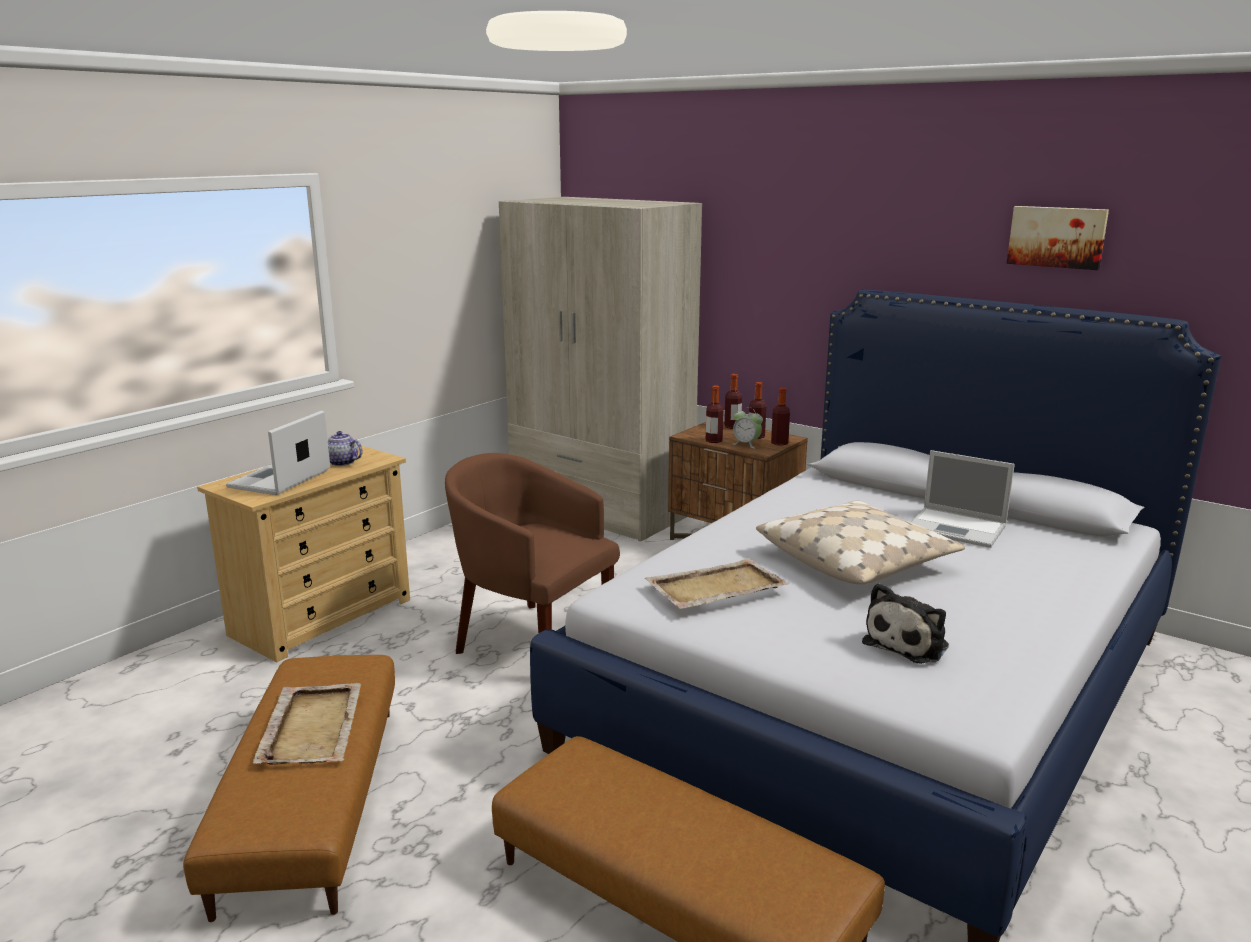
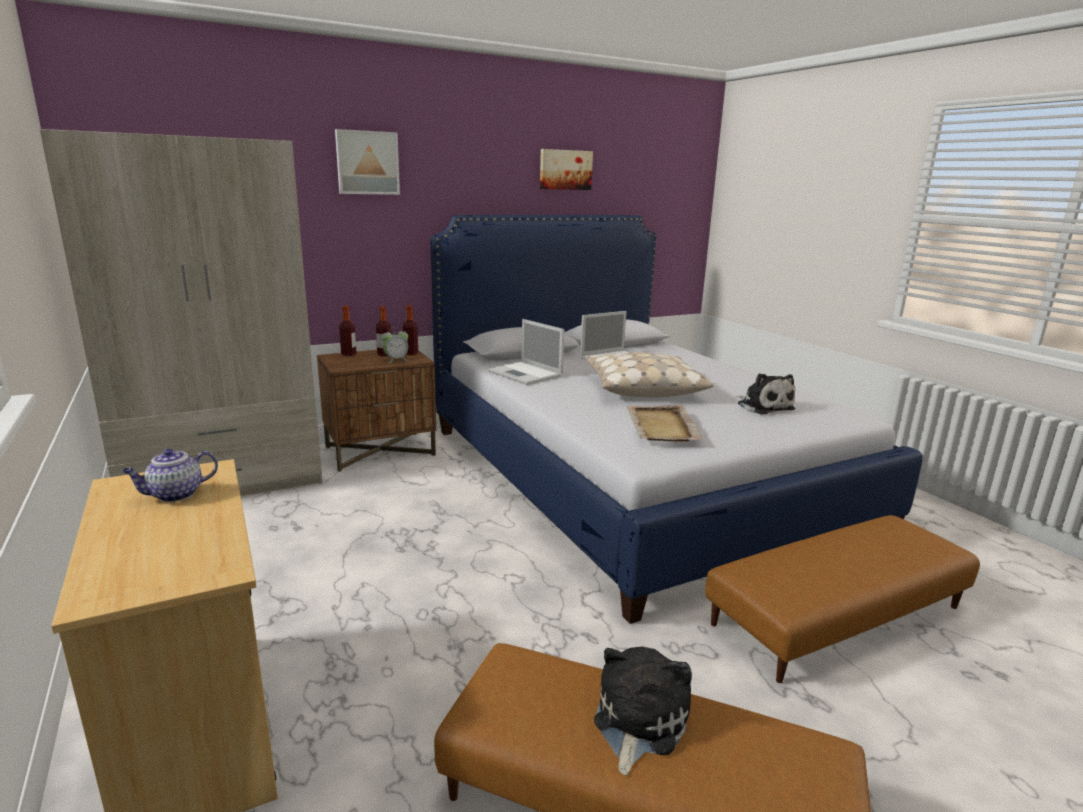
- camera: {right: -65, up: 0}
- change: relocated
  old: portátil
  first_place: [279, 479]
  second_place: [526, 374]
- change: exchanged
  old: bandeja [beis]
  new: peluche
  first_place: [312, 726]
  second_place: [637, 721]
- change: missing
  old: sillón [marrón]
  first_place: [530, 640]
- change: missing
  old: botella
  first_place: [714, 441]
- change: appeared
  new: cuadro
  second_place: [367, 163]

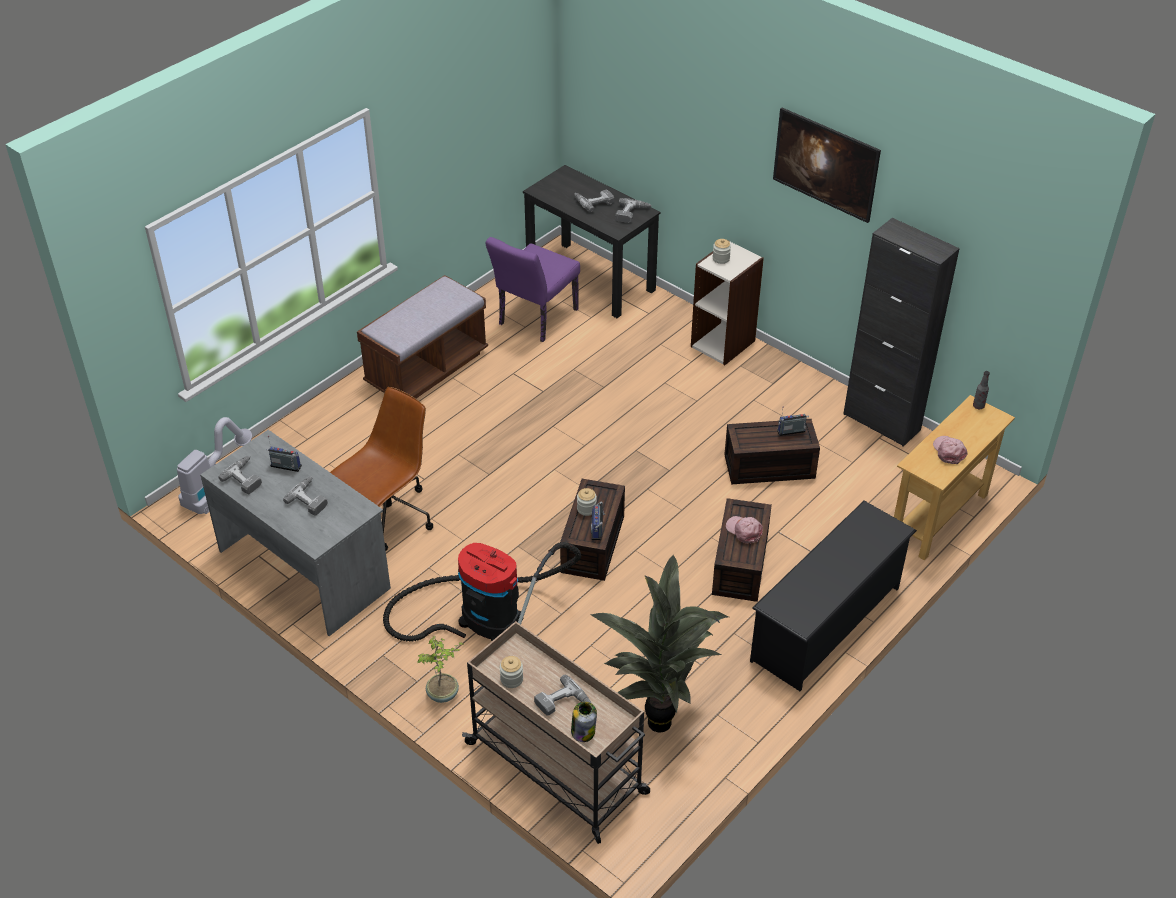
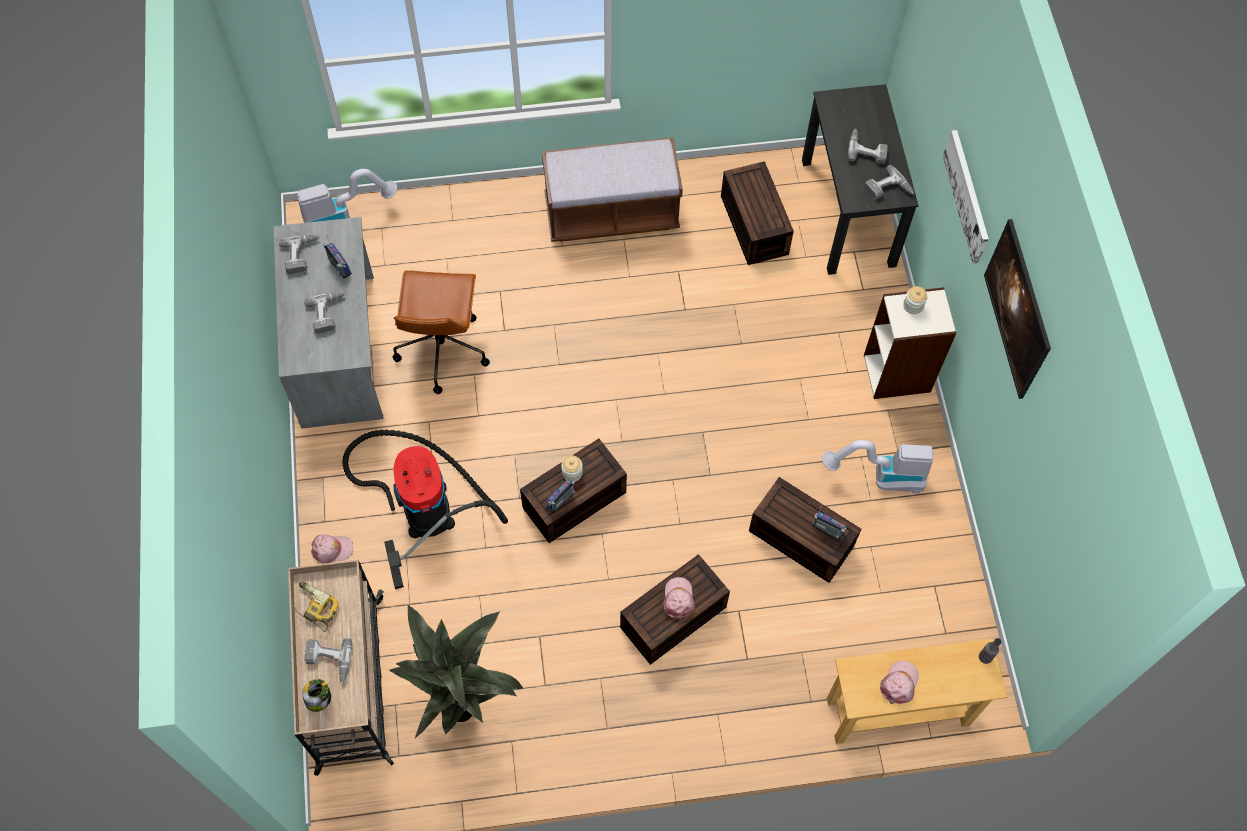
- camera: {right: 40, up: 20}
- change: spun
  old: silla de oficina [marrón]
  first_place: [388, 518]
  second_place: [442, 348]
  degrees: 105
- change: exchanged
  old: planta en maceta
  new: gorra [rosa]
  first_place: [443, 694]
  second_place: [332, 549]
- change: exchanged
  old: silla [morado]
  new: caja de almacenaje [marrón]
  first_place: [534, 320]
  second_place: [752, 224]
- change: exchanged
  old: tarro
  new: taladro
  first_place: [511, 679]
  second_place: [314, 607]
- change: missing
  old: zapatero [negro]
  first_place: [826, 623]
- change: missing
  old: armario [negro]
  first_place: [881, 422]
- change: appeared
  new: aspiradora
  second_place: [880, 477]
- change: appeared
  new: cuadro
  second_place: [967, 196]

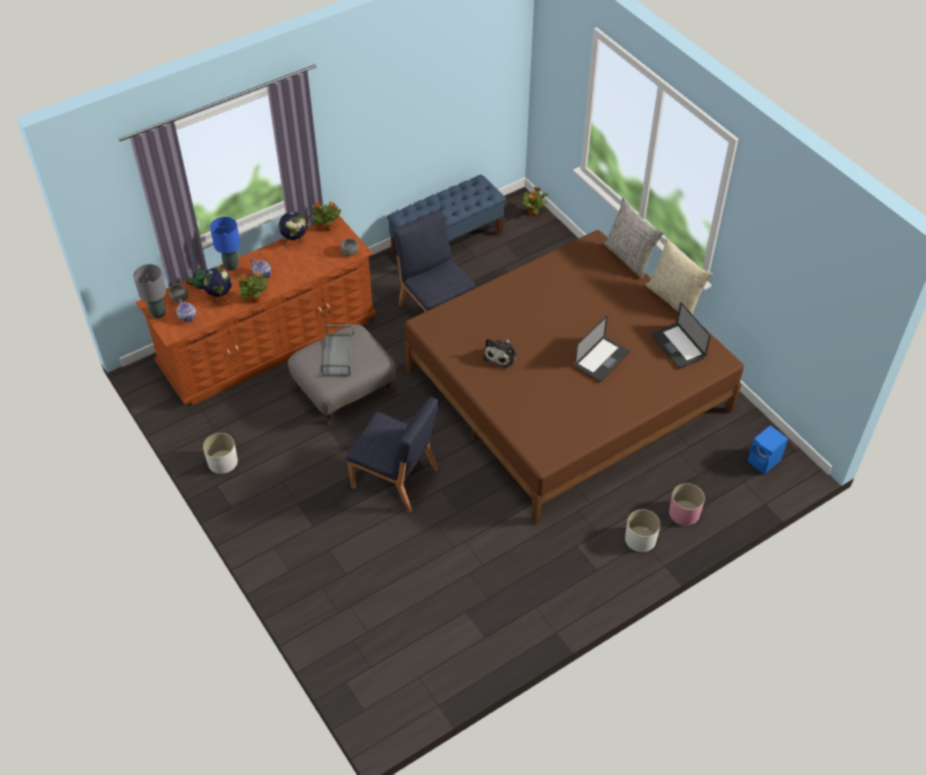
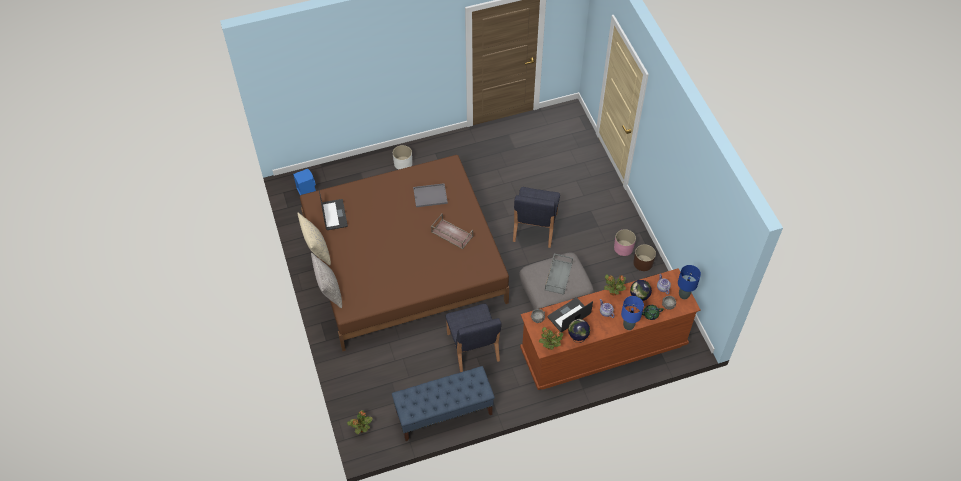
- camera: {right: -165, up: 5}
- change: colour
  old: lámpara de mesa [gris]
  new: lámpara de mesa [azul]
  first_place: [158, 313]
  second_place: [684, 295]
- change: colour
  old: maceta [blanco]
  new: maceta [marrón]
  first_place: [223, 461]
  second_place: [643, 263]
- change: spun
  old: silla [azul]
  first_place: [395, 479]
  second_place: [534, 228]
  degrees: -120
- change: exchanged
  old: peluche
  new: bandeja [marrón]
  first_place: [501, 355]
  second_place: [451, 234]
- change: relocated
  old: portátil
  first_place: [602, 360]
  second_place: [569, 315]
- change: relocated
  old: maceta [rosa]
  first_place: [684, 512]
  second_place: [623, 248]
- change: appeared
  new: bandeja [gris]
  second_place: [429, 196]

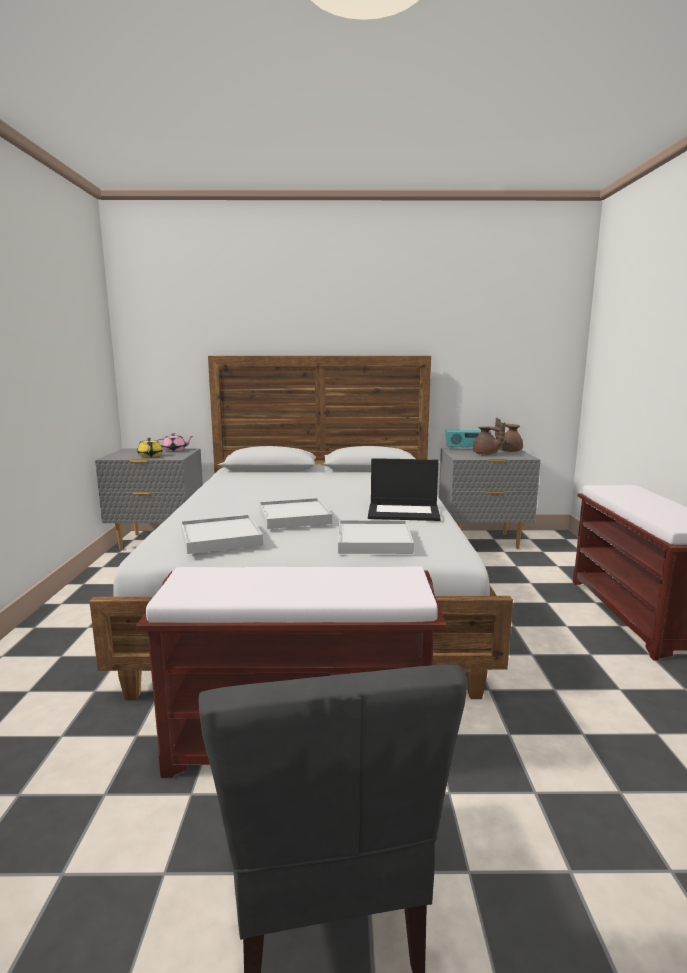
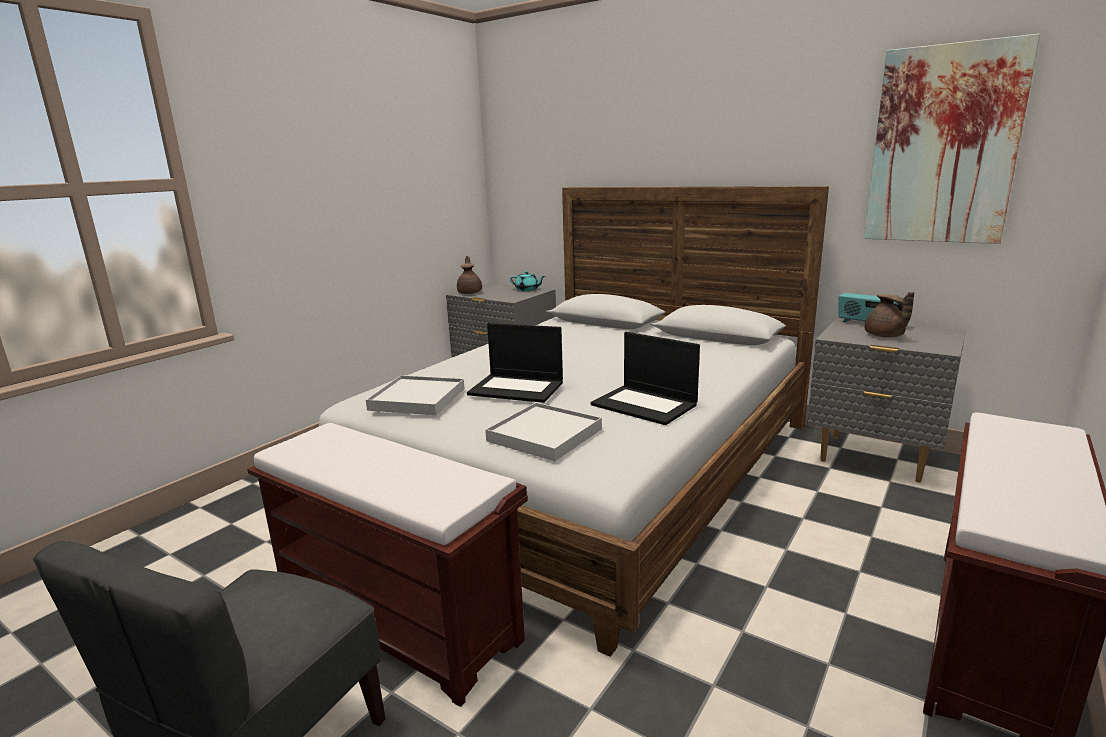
- camera: {right: 35, up: 5}
- change: missing
  old: tetera [amarillo]
  first_place: [150, 456]
- change: colour
  old: tetera [rosa]
  new: tetera [turquesa]
  first_place: [175, 450]
  second_place: [527, 290]
- change: exchanged
  old: bandeja [blanco]
  new: portátil
  first_place: [294, 517]
  second_place: [517, 388]
- change: relocated
  old: tetera [marrón]
  first_place: [508, 451]
  second_place: [470, 292]
- change: appeared
  new: cuadro
  second_place: [943, 146]

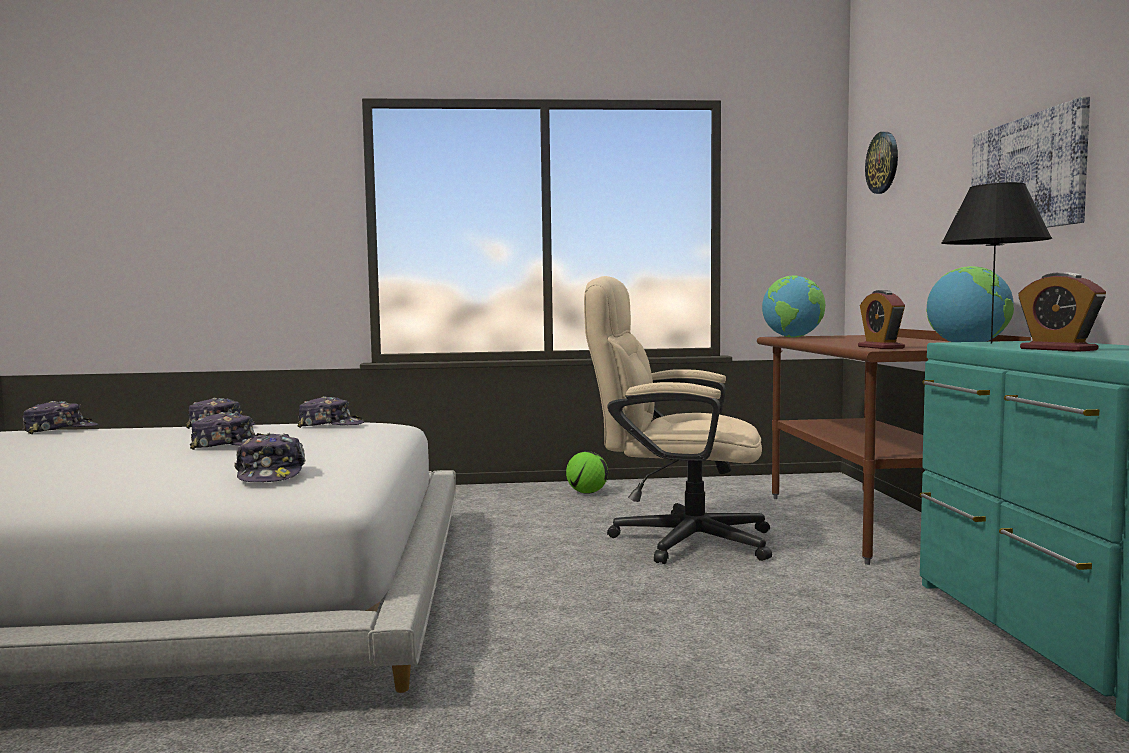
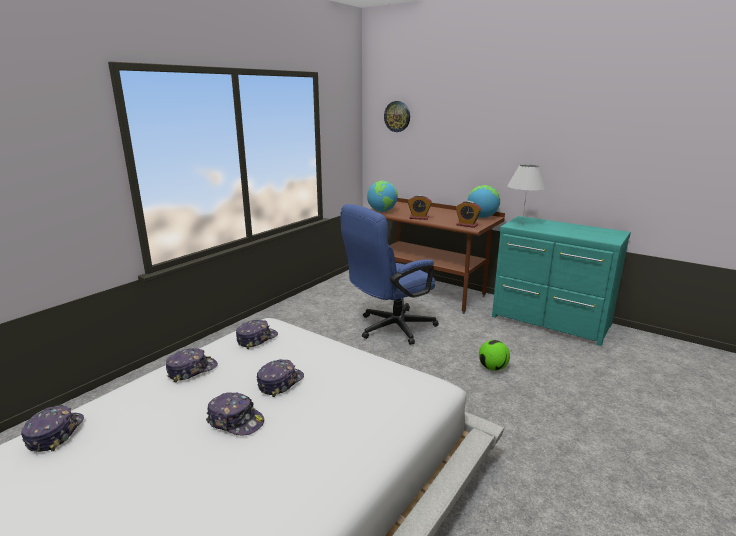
- camera: {right: -50, up: 15}
- change: relocated
  old: gorra
  first_place: [271, 474]
  second_place: [236, 421]
- change: relocated
  old: balón de fútbol
  first_place: [587, 492]
  second_place: [493, 368]
- change: colour
  old: silla de oficina [beis]
  new: silla de oficina [azul]
  first_place: [675, 540]
  second_place: [389, 328]
- change: colour
  old: lámpara de mesa [negro]
  new: lámpara de mesa [blanco]
  first_place: [991, 343]
  second_place: [522, 225]
- change: missing
  old: cuadro
  first_place: [1027, 174]
- change: relocated
  old: despertador
  first_place: [1058, 349]
  second_place: [419, 218]

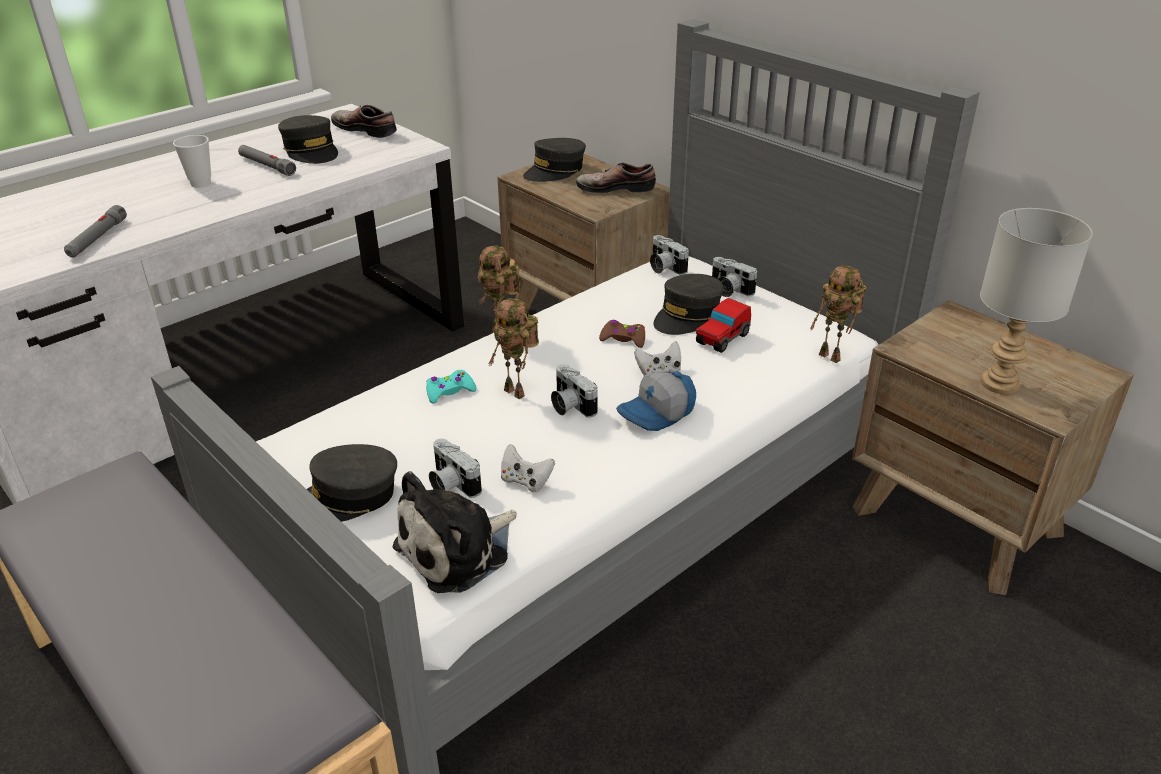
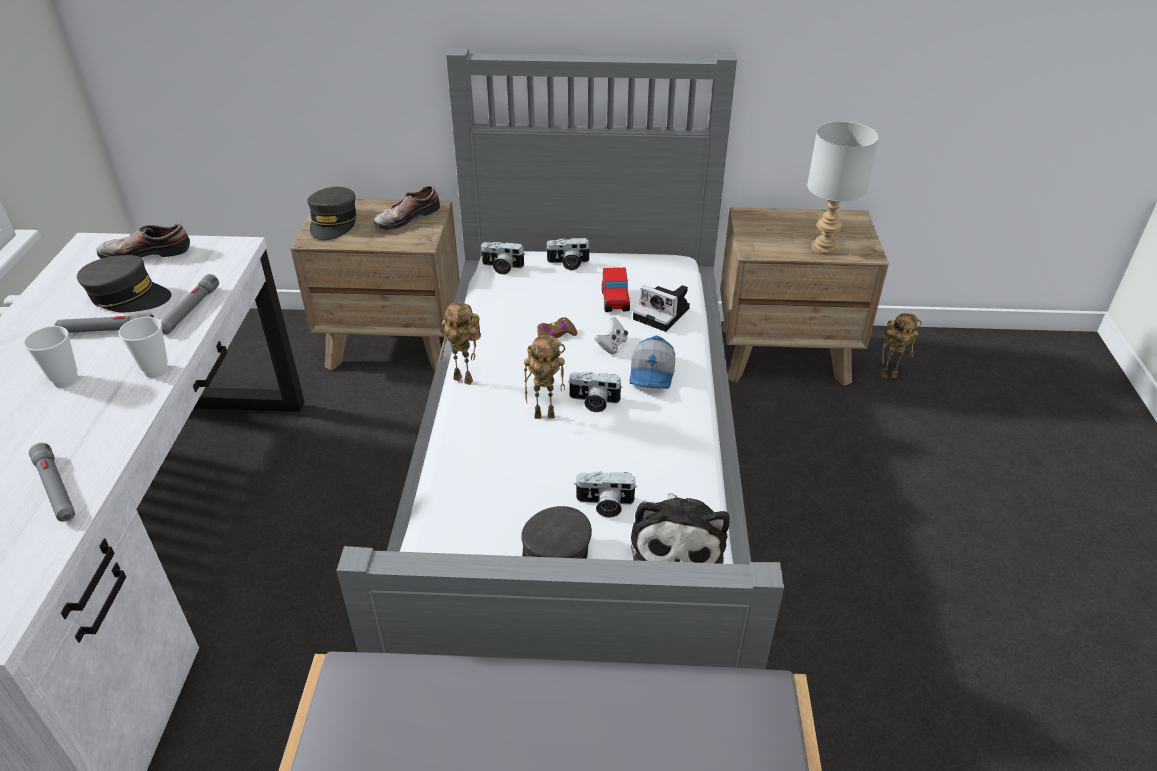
- camera: {right: -45, up: 5}
- change: missing
  old: mando de consola [turquesa]
  first_place: [449, 391]
- change: missing
  old: mando de consola [blanco]
  first_place: [526, 481]
- change: missing
  old: gorra [gris]
  first_place: [687, 316]
- change: relocated
  old: robot de juguete
  first_place: [832, 357]
  second_place: [889, 374]
- change: appeared
  new: taza
  second_place: [156, 370]
- change: appeared
  new: linterna [gris]
  second_place: [190, 311]
- change: appeared
  new: cámara
  second_place: [663, 314]

